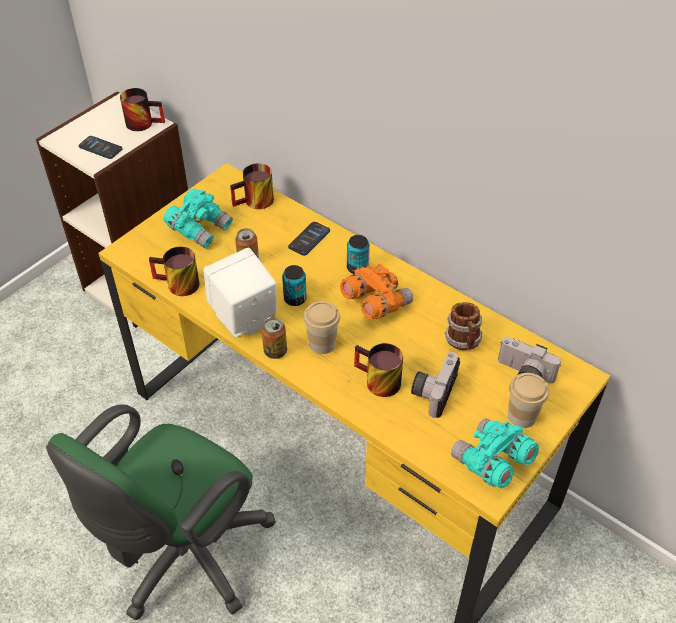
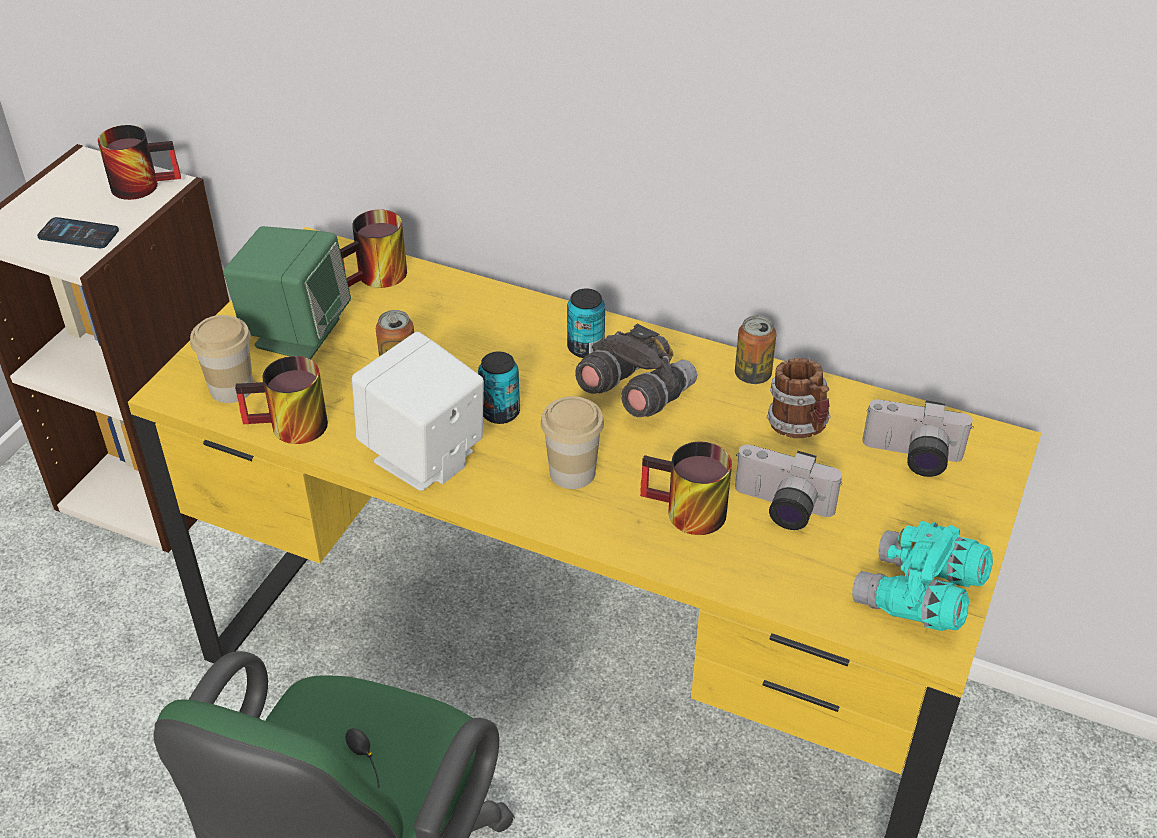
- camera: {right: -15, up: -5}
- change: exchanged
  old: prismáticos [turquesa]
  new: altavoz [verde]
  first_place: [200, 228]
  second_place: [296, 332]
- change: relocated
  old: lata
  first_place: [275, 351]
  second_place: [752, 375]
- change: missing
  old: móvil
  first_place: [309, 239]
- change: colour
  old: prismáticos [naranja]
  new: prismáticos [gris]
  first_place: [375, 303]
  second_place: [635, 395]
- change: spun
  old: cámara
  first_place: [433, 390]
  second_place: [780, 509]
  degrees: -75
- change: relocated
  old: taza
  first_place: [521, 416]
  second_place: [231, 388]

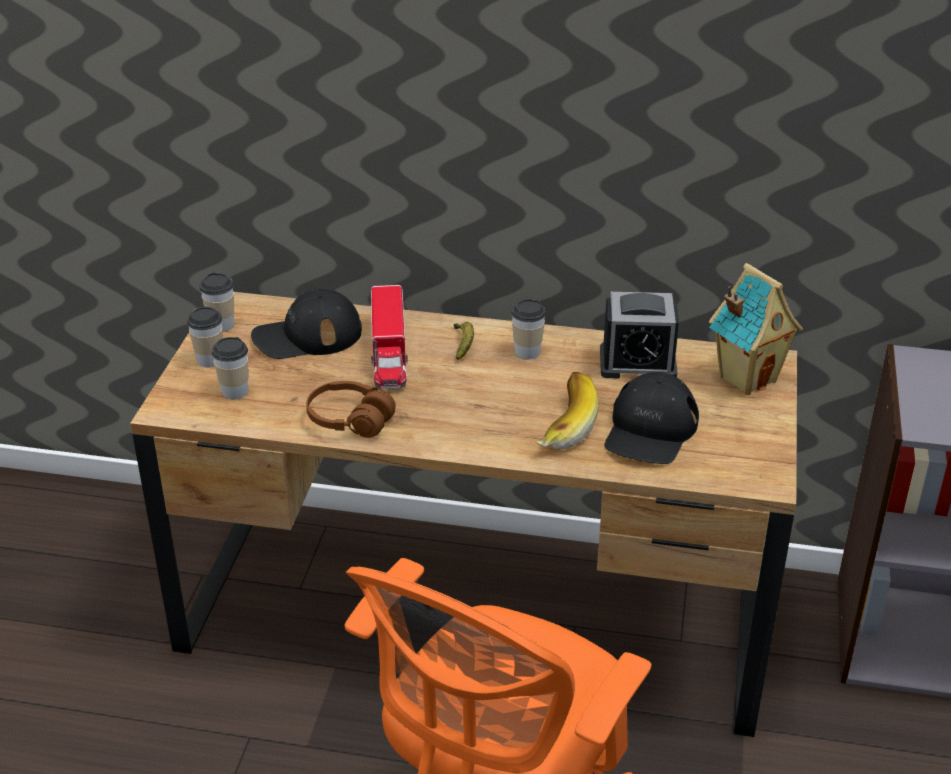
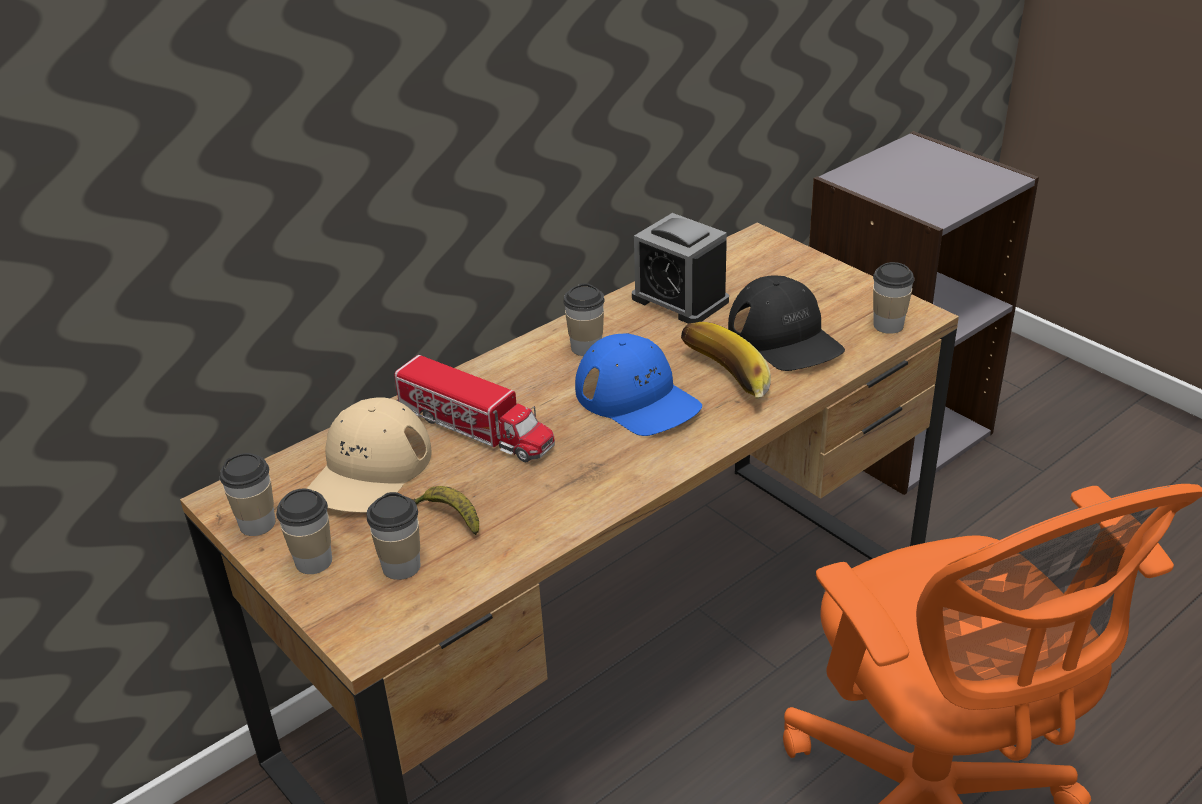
- camera: {right: -50, up: 0}
- change: colour
  old: gorra [negro]
  new: gorra [beis]
  first_place: [307, 336]
  second_place: [369, 470]
- change: missing
  old: auriculares [marrón]
  first_place: [350, 420]
- change: relocated
  old: plátano
  first_place: [463, 345]
  second_place: [449, 516]
- change: spun
  old: despertador
  first_place: [637, 363]
  second_place: [680, 299]
  degrees: 90
- change: missing
  old: casita
  first_place: [747, 378]
- change: appeared
  new: gorra [azul]
  second_place: [637, 398]
- change: appeared
  new: taza
  second_place: [888, 325]

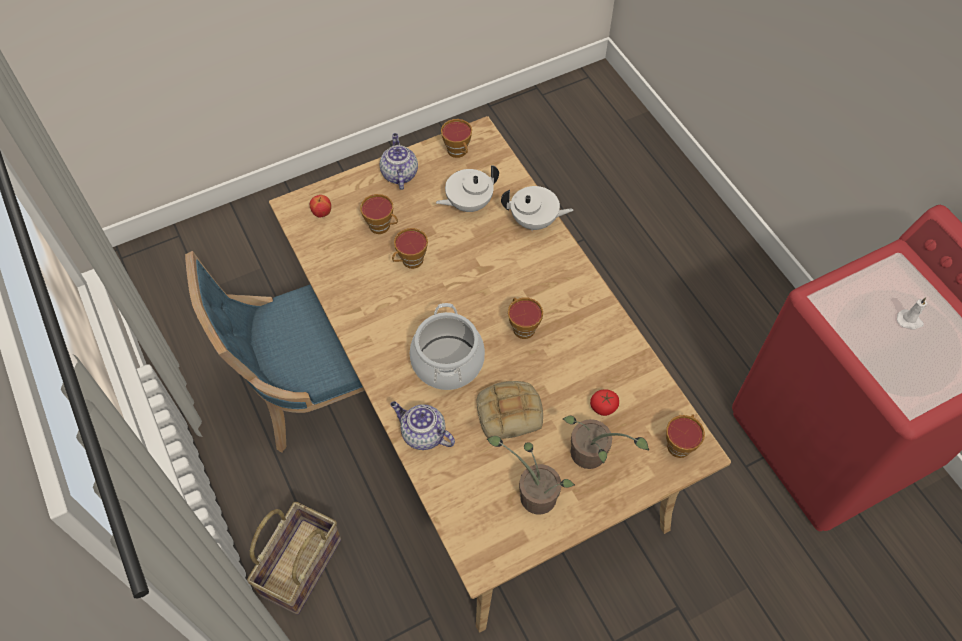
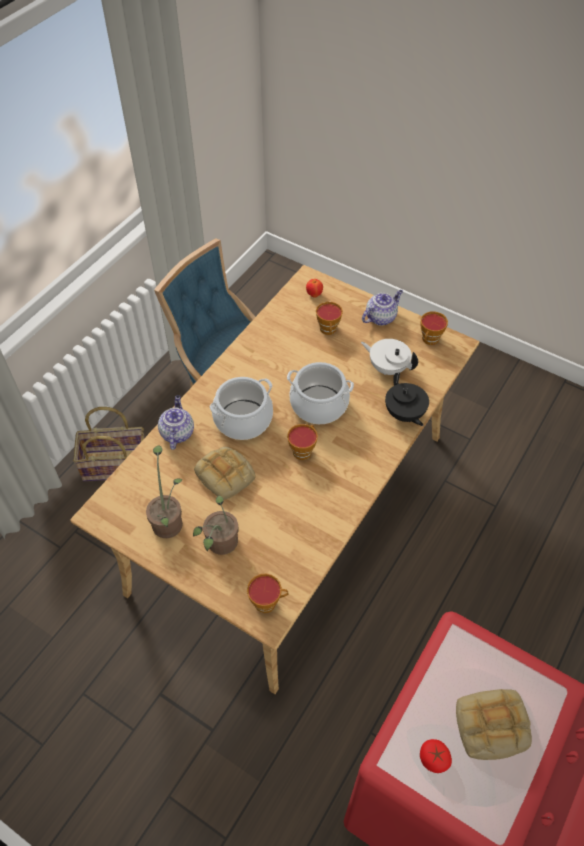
- camera: {right: 60, up: -5}
- change: missing
  old: taza
  first_place: [410, 261]
- change: colour
  old: tetera [blanco]
  new: tetera [negro]
  first_place: [534, 221]
  second_place: [404, 414]
- change: relocated
  old: tomate
  first_place: [603, 407]
  second_place: [433, 759]
- change: exchanged
  old: vela [blanco]
  new: pan
  first_place: [909, 321]
  second_place: [490, 727]
- change: appeared
  new: olla
  second_place: [319, 404]

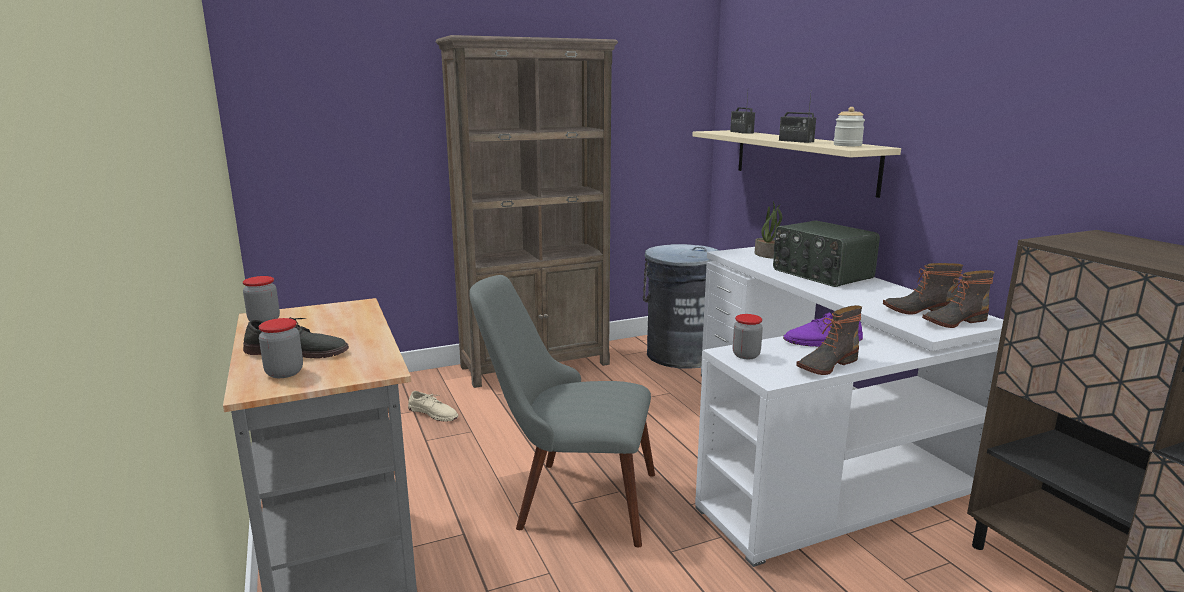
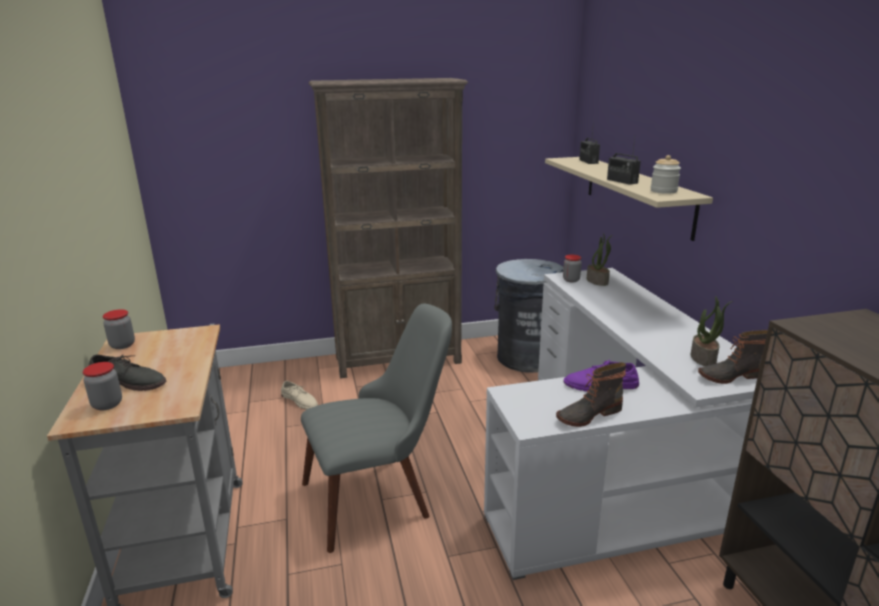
- camera: {right: 10, up: 5}
- change: spun
  old: silla [gris]
  first_place: [568, 498]
  second_place: [381, 494]
  degrees: 135
- change: relocated
  old: tarro
  first_place: [746, 355]
  second_place: [571, 280]
- change: missing
  old: radio
  first_place: [821, 274]
- change: exchanged
  old: bota
  new: planta en maceta
  first_place: [917, 310]
  second_place: [704, 358]

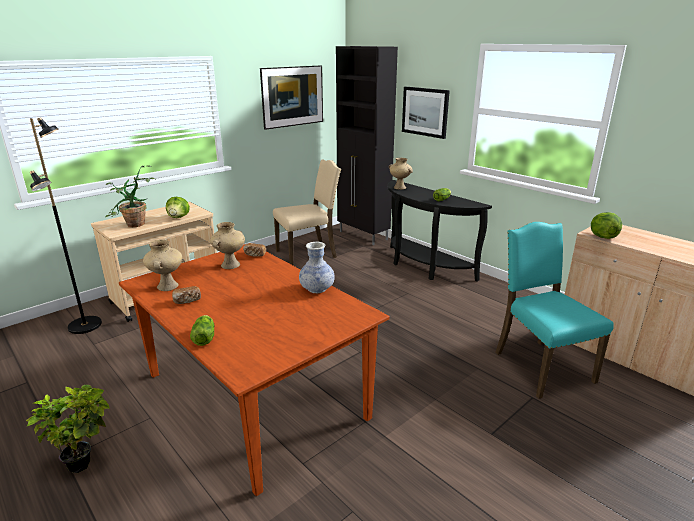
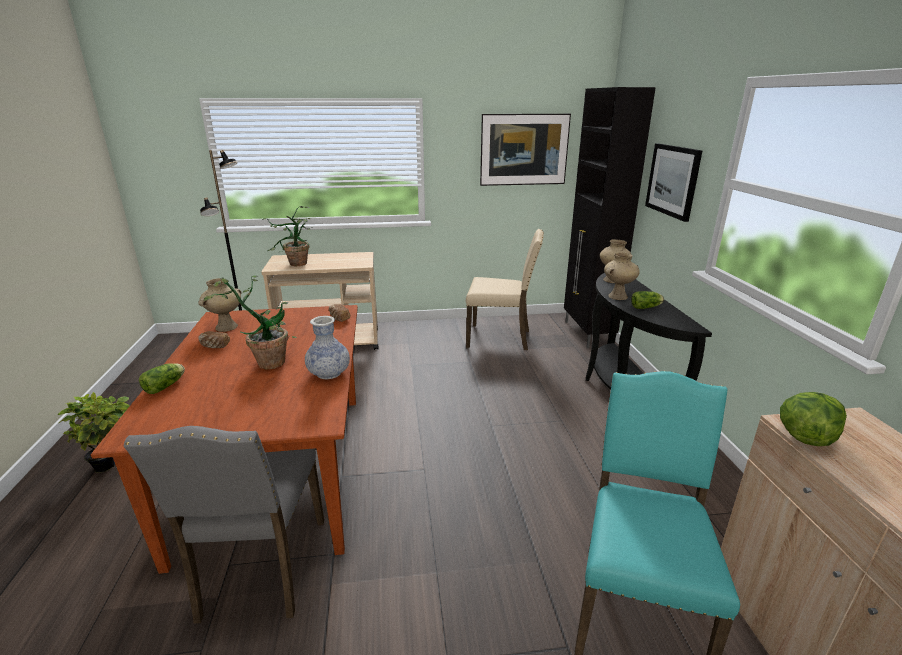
- camera: {right: 35, up: 0}
- change: missing
  old: lechuga
  first_place: [179, 217]
- change: relocated
  old: florero [beis]
  first_place: [230, 265]
  second_place: [618, 296]
- change: appeared
  new: silla [gris]
  second_place: [260, 569]
- change: appeared
  new: planta en maceta
  second_place: [267, 360]

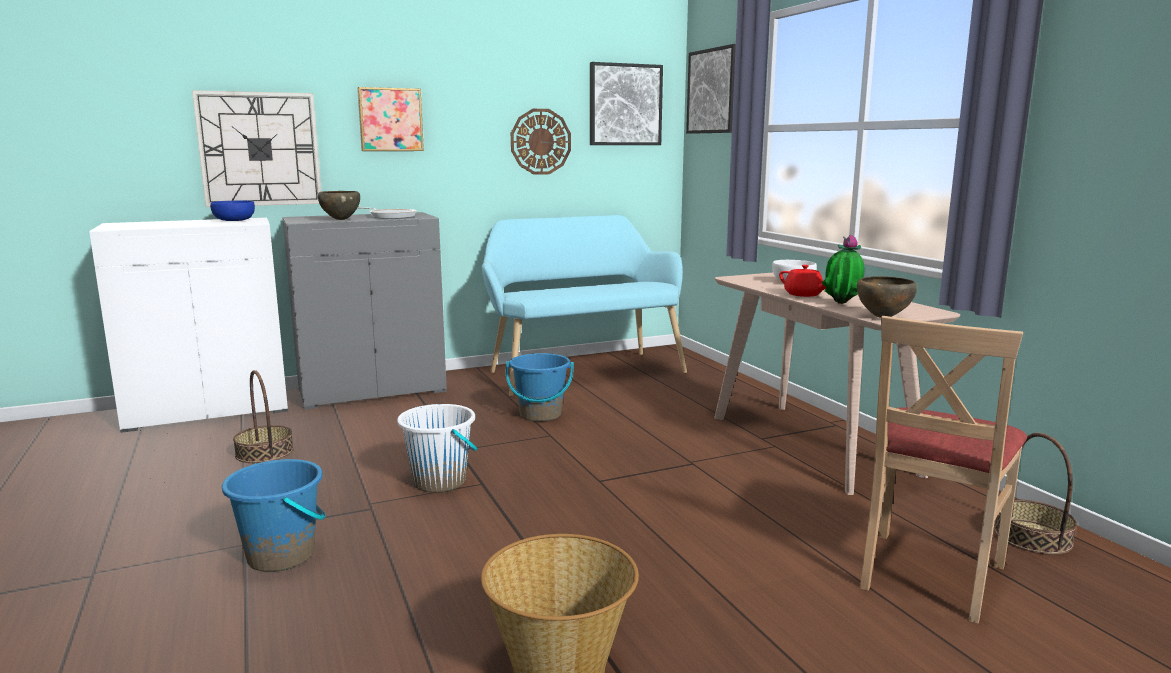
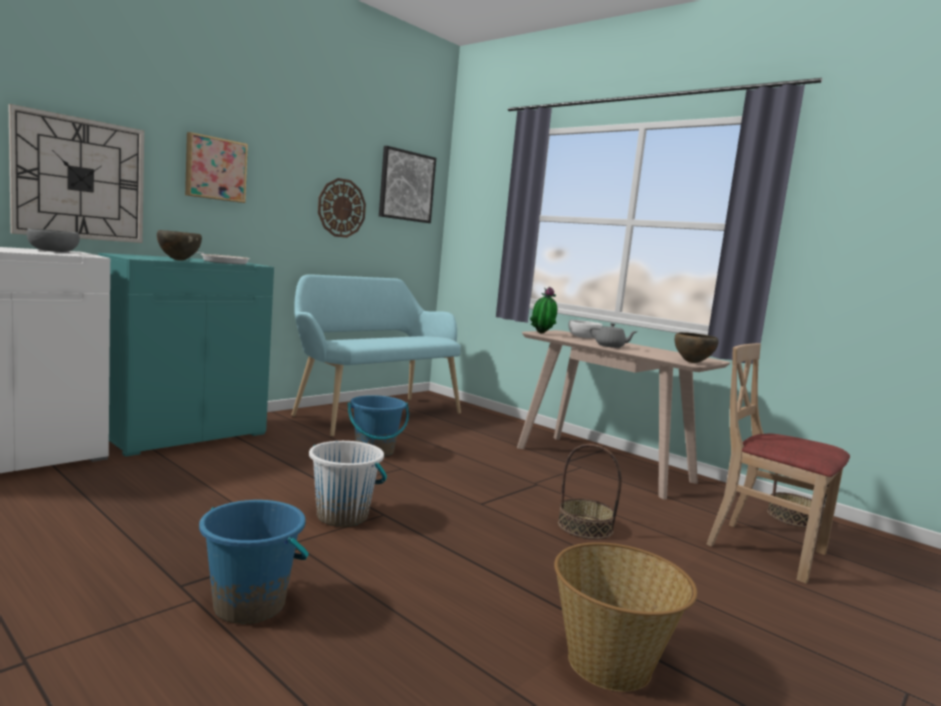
- camera: {right: -25, up: -5}
- change: colour
  old: cuenco [azul]
  new: cuenco [gris]
  first_place: [233, 220]
  second_place: [52, 251]
- change: relocated
  old: cesta
  first_place: [265, 452]
  second_place: [585, 527]
- change: colour
  old: armario [gris]
  new: armario [turquesa]
  first_place: [372, 390]
  second_place: [185, 434]
- change: missing
  old: cuadro
  first_place: [713, 91]
- change: colour
  old: tetera [rojo]
  new: tetera [gris]
  first_place: [804, 294]
  second_place: [610, 346]
- change: relocated
  old: planta en maceta
  first_place: [841, 304]
  second_place: [542, 333]
- change: spun
  old: silla [beis]
  first_place: [928, 574]
  second_place: [766, 549]
  degrees: 120

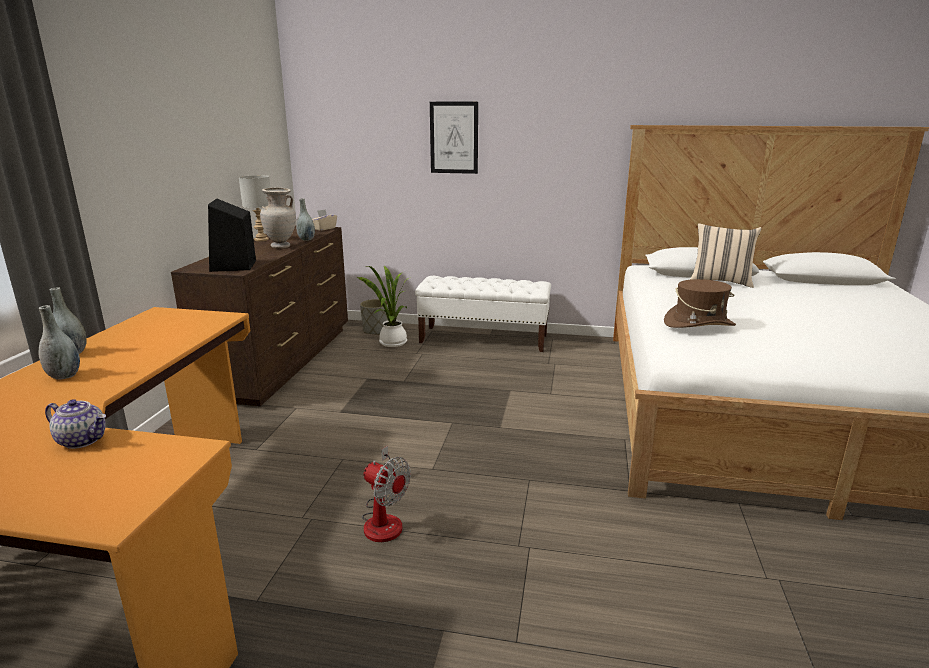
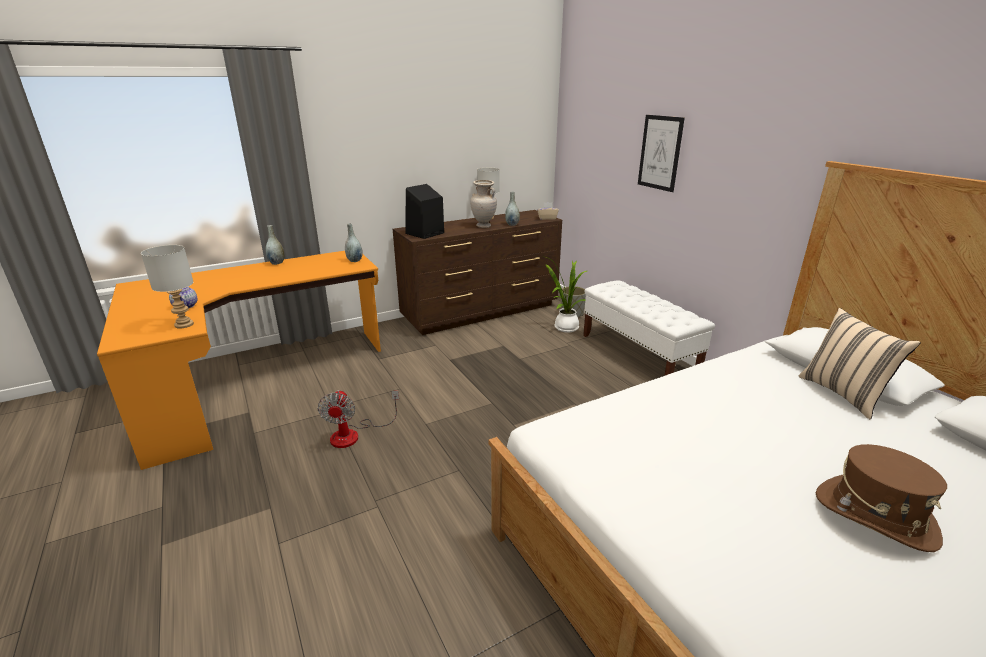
- camera: {right: 50, up: 5}
- change: relocated
  old: florero [gris]
  first_place: [64, 376]
  second_place: [354, 260]
- change: relocated
  old: sombrero [marrón]
  first_place: [699, 324]
  second_place: [874, 516]
- change: appeared
  new: lámpara de mesa [gris]
  second_place: [184, 325]

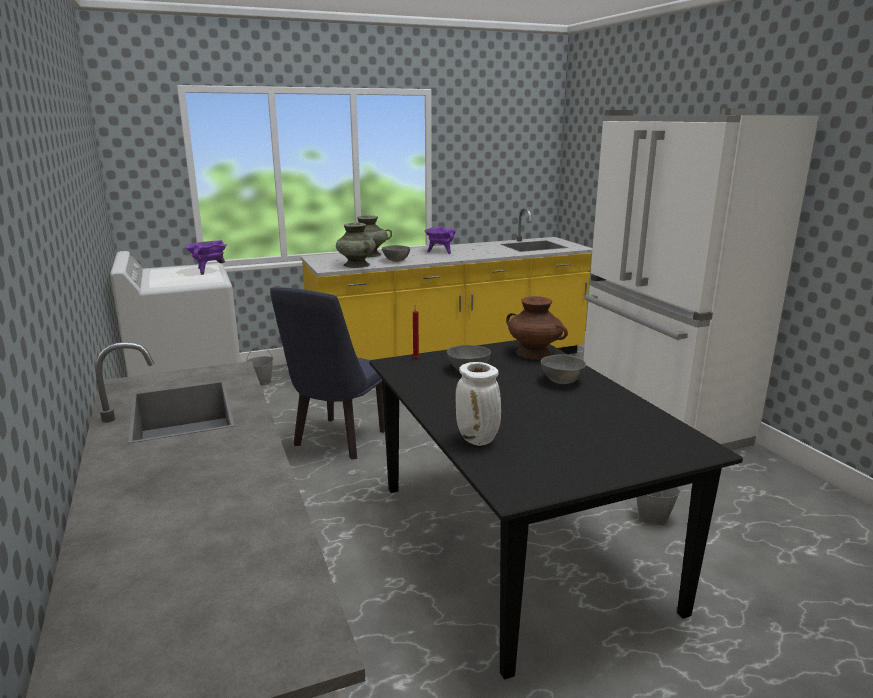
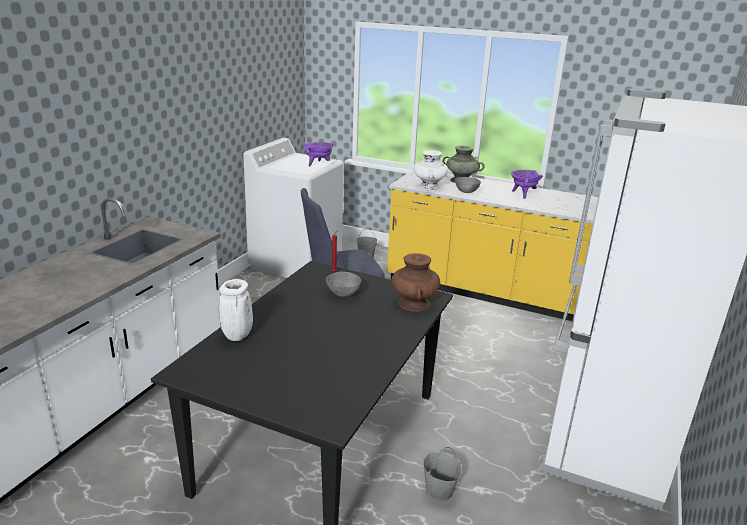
- camera: {right: 45, up: 5}
- change: colour
  old: florero [turquesa]
  new: florero [blanco]
  first_place: [356, 265]
  second_place: [429, 187]
- change: missing
  old: cuenco [gris]
  first_place: [561, 381]

